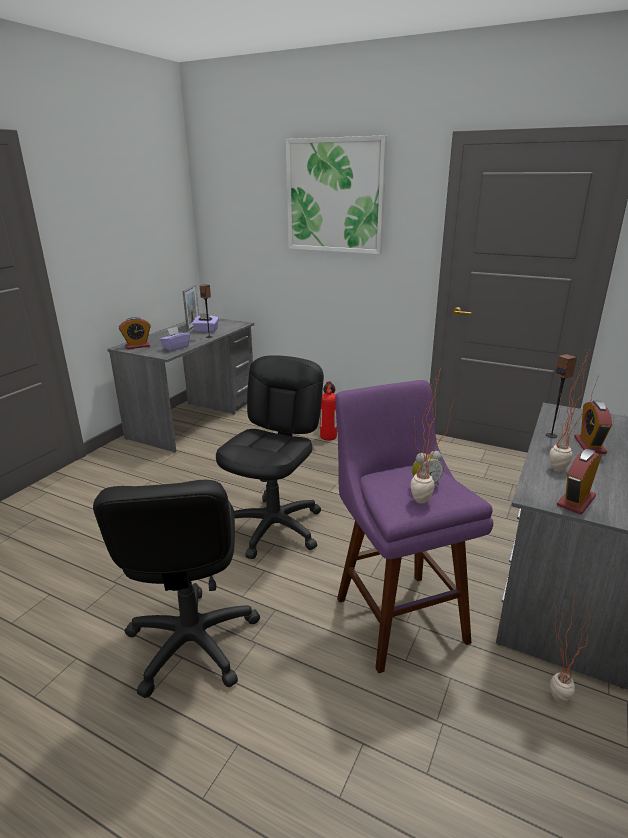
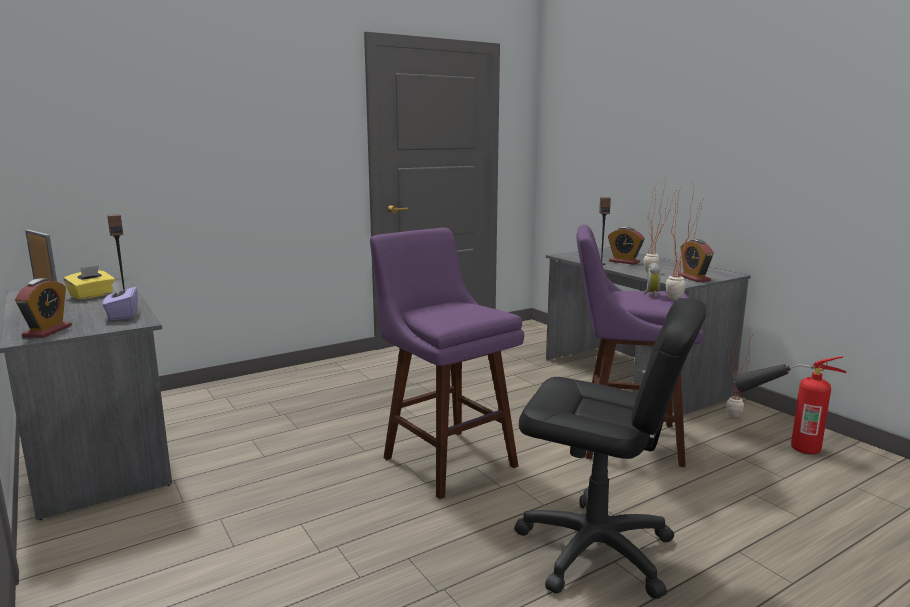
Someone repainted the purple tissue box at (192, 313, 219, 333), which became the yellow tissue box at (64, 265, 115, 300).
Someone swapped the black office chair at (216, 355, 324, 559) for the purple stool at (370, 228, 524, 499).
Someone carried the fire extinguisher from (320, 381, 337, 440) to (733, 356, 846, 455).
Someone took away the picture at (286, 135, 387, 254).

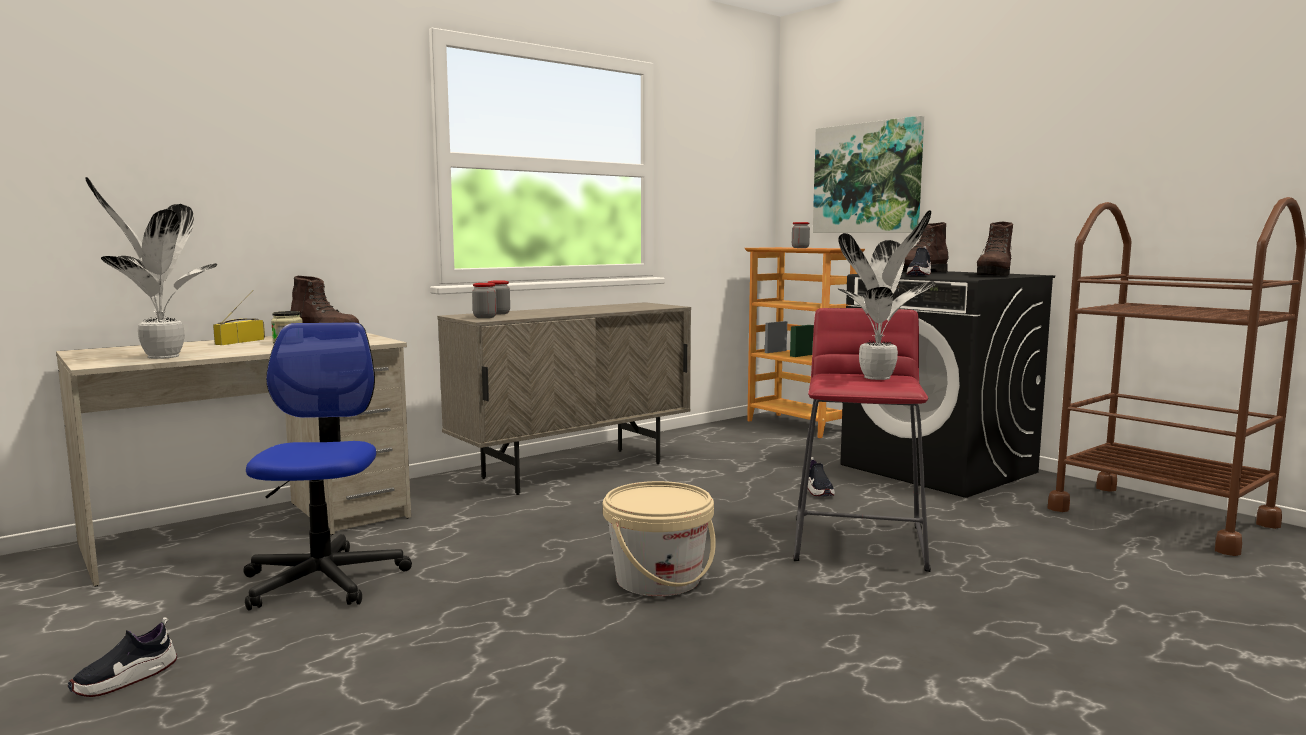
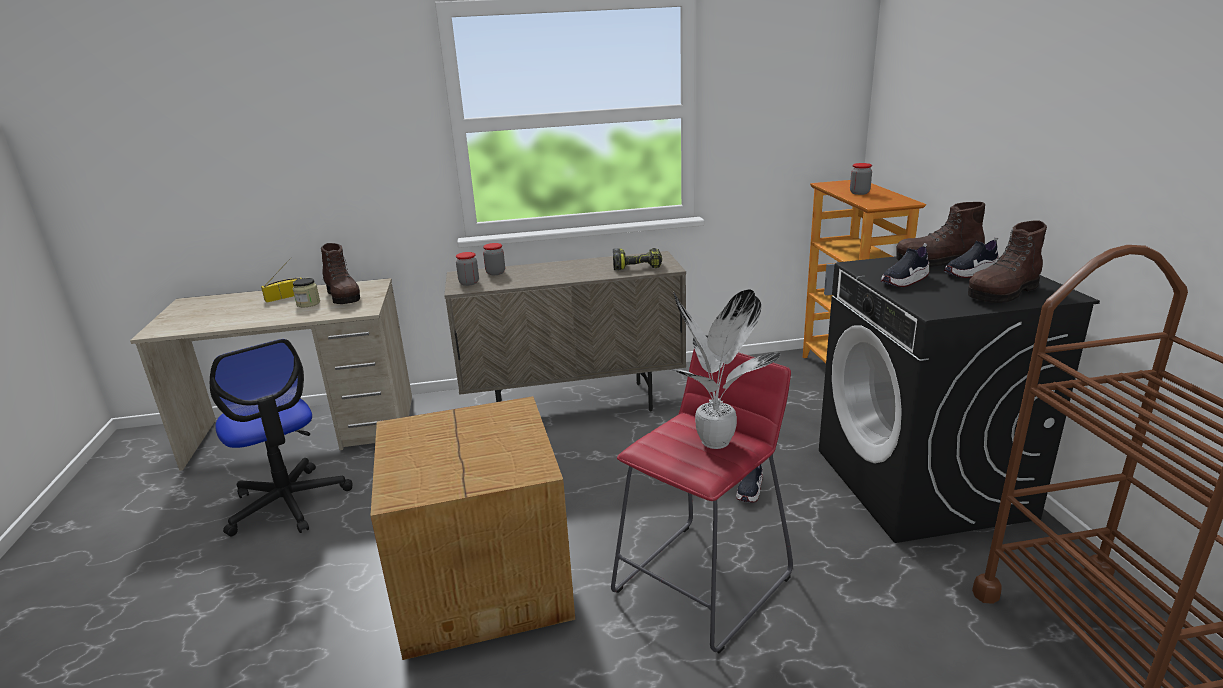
Someone rotated the office chair at (243, 323, 412, 611) by 120 degrees clockwise.
Someone swapped the beige bucket at (603, 481, 716, 596) for the cardboard box at (370, 396, 575, 660).
Someone put down the power drill at (613, 248, 662, 270).
Someone carried the shoe from (68, 617, 177, 697) to (944, 237, 999, 278).
Someone took away the potted plant at (85, 177, 218, 359).
Someone took away the picture at (813, 116, 924, 233).

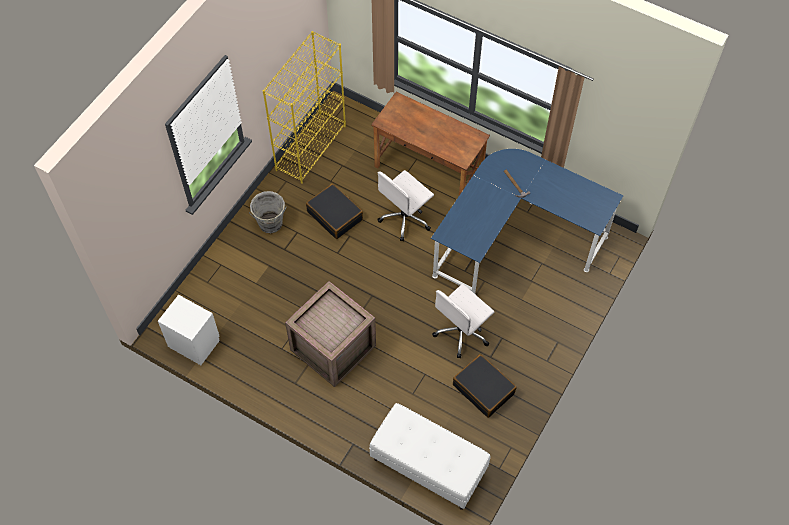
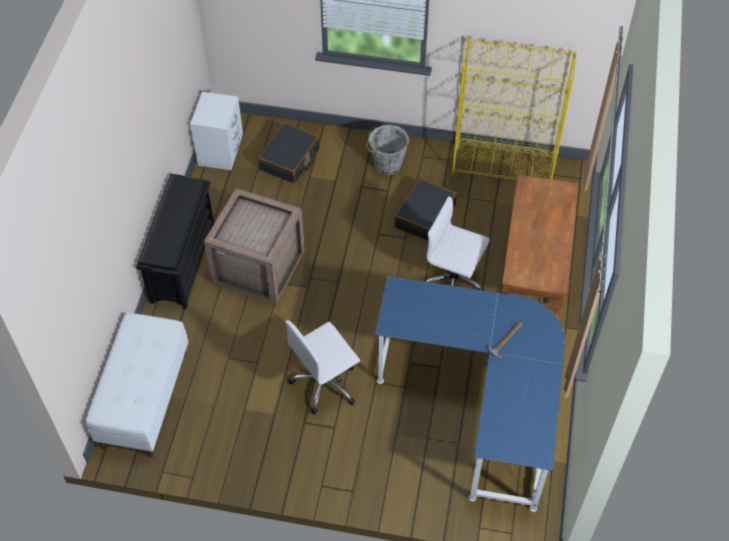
Someone put down the black shoe rack at (136, 174, 214, 309).
Someone carried the black suitcase from (453, 354, 517, 418) to (258, 123, 320, 183).
Someone rotated the white office chair at (432, 284, 494, 358) by 60 degrees counterclockwise.

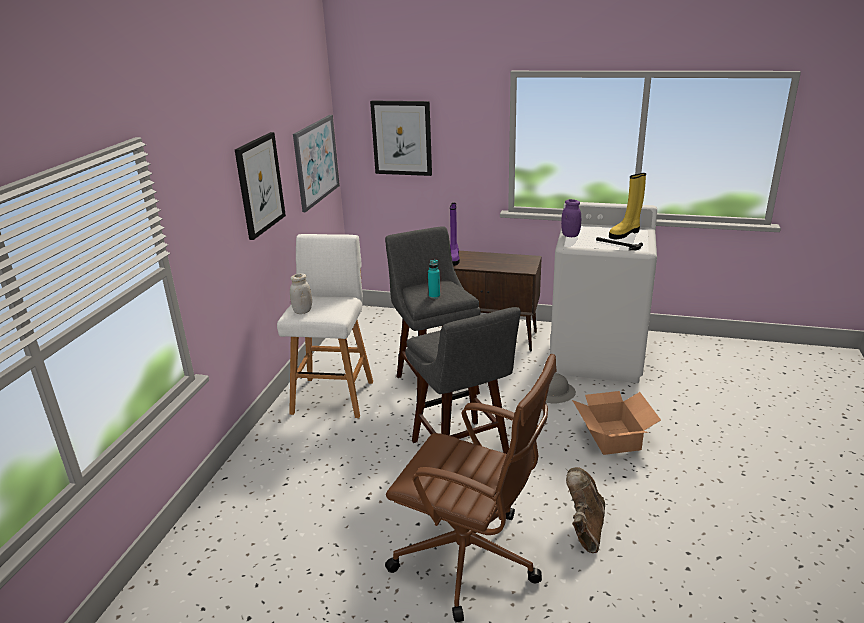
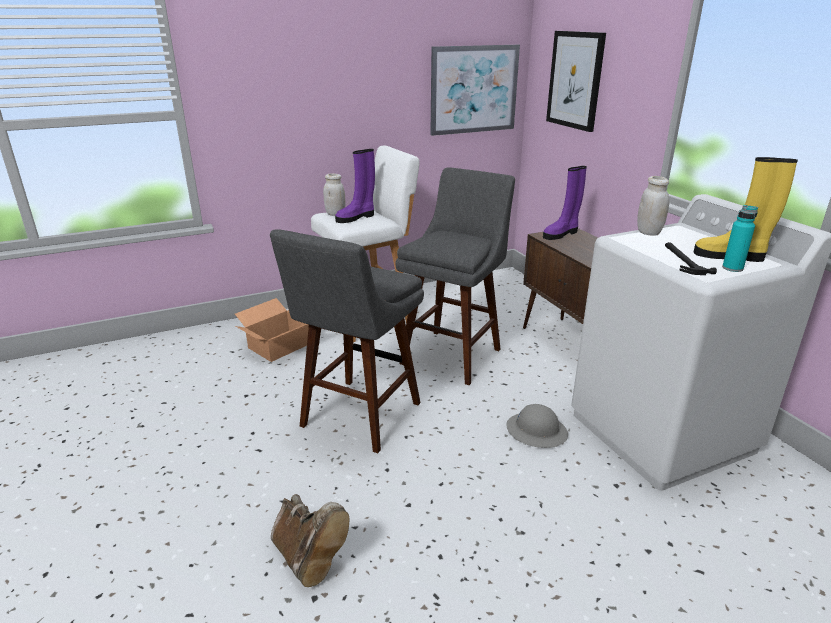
Someone carried the cardboard box from (572, 391, 661, 455) to (235, 298, 309, 362).
Someone rotated the brown boot at (566, 467, 605, 553) by 75 degrees clockwise.
Someone put down the purple boot at (335, 149, 375, 223).
Someone repainted the purple jar at (561, 199, 581, 237), which became the white jar at (637, 176, 669, 235).
Someone carried the turquoise bottle from (428, 260, 440, 299) to (722, 205, 758, 272).
Someone took away the picture at (235, 132, 286, 240).
Someone took away the brown office chair at (385, 354, 557, 623).

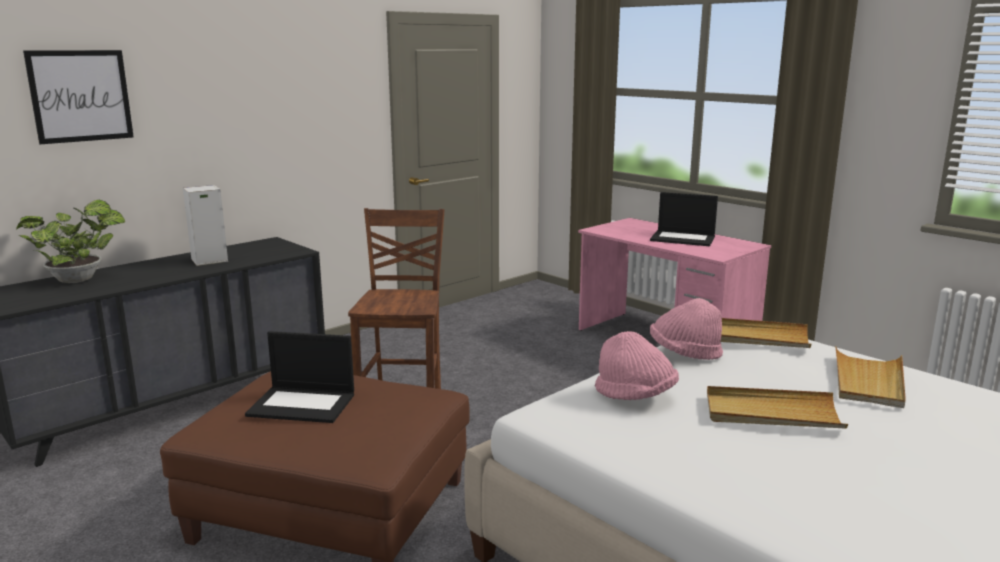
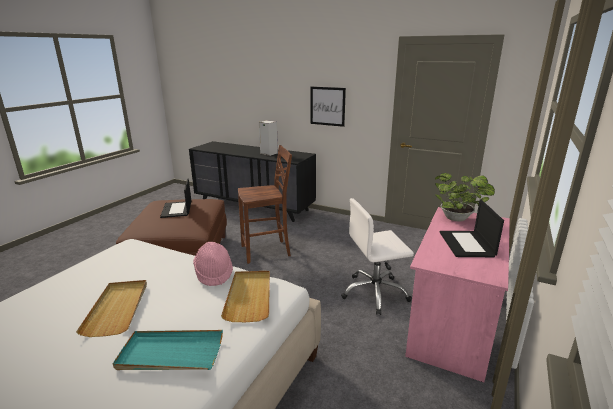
Someone repainted the beige tray at (835, 346, 906, 408), which became the turquoise tray at (113, 330, 223, 370).
Someone carried the picture from (23, 50, 134, 144) to (311, 87, 346, 127).
Someone put down the white office chair at (341, 198, 414, 315).
Someone carried the potted plant from (16, 200, 125, 283) to (435, 173, 495, 221).
Someone took away the pink hat at (595, 331, 679, 400).

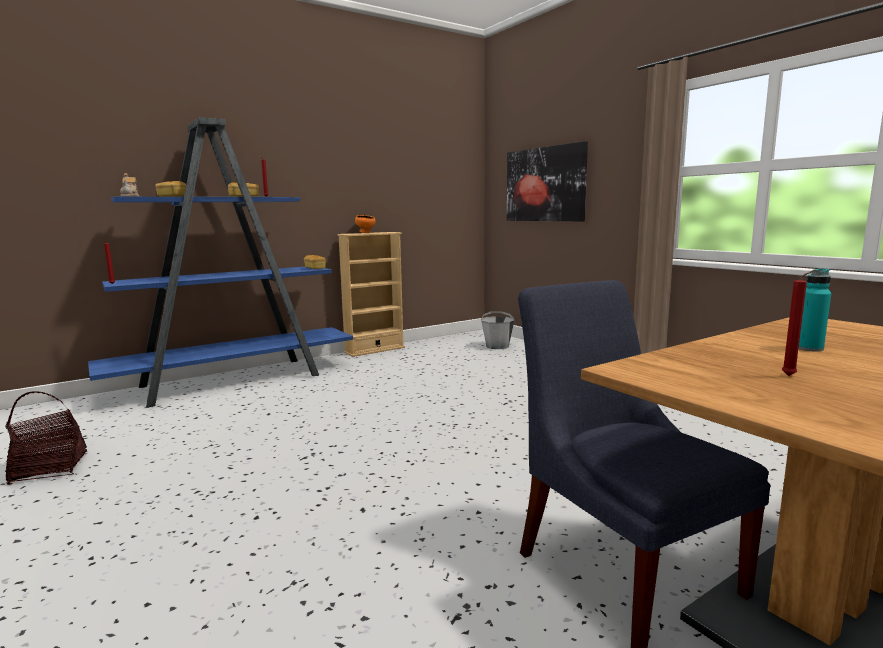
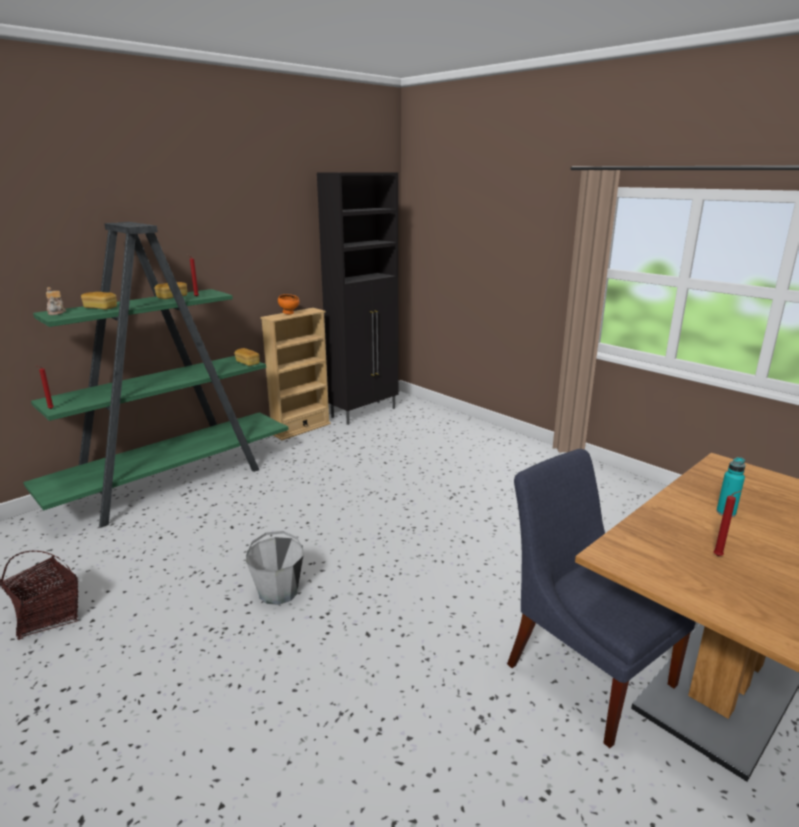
Someone repainted the blue bookcase at (88, 117, 353, 408), which became the green bookcase at (23, 222, 289, 528).
Someone carried the grey bucket from (481, 311, 515, 349) to (246, 531, 304, 605).
Someone put down the black cabinet at (317, 172, 398, 425).
Someone took away the picture at (507, 141, 588, 221).

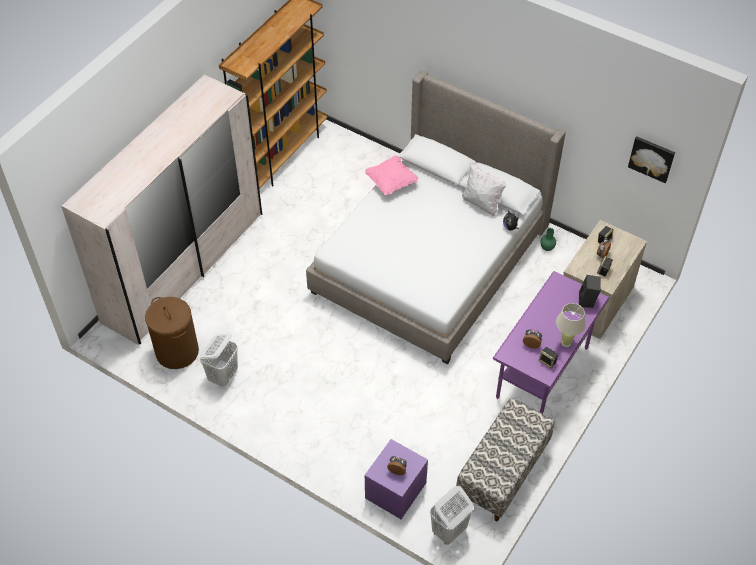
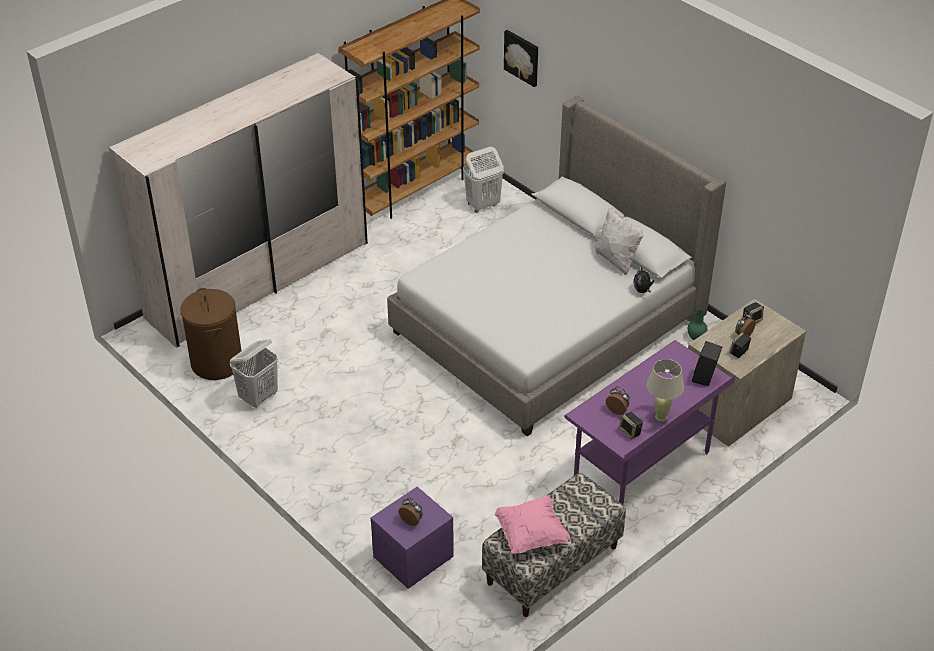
Someone carried the white laundry basket from (430, 486, 473, 545) to (463, 147, 504, 213).
Someone carried the pink pillow from (365, 155, 419, 195) to (494, 496, 570, 554).
Someone carried the picture from (628, 136, 675, 183) to (504, 30, 538, 87).

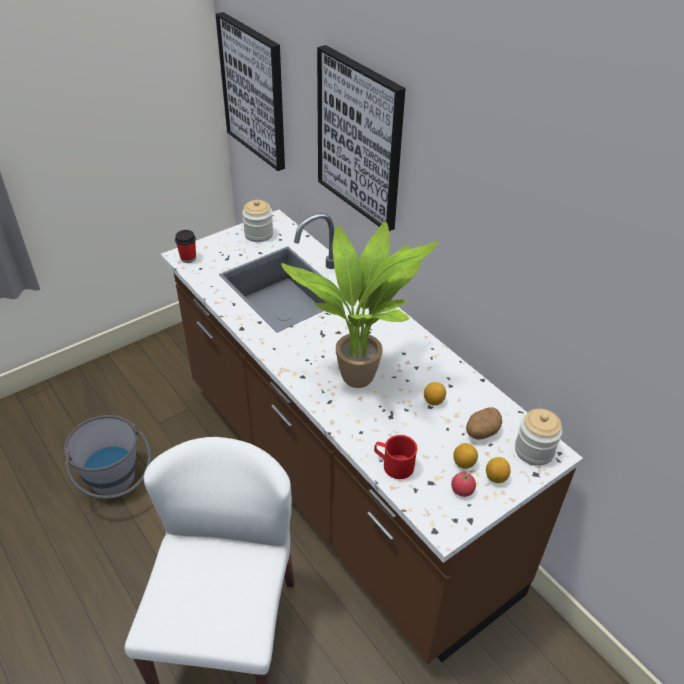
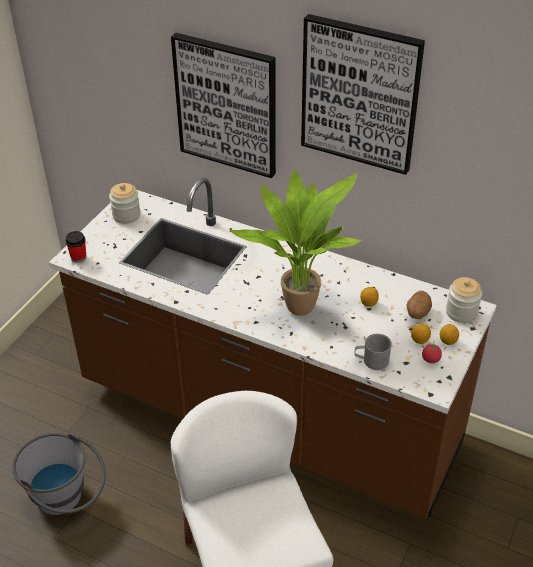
Someone carried the picture from (216, 12, 285, 171) to (301, 14, 425, 175).
Someone repainted the red mug at (374, 435, 417, 479), which became the grey mug at (355, 334, 392, 370).

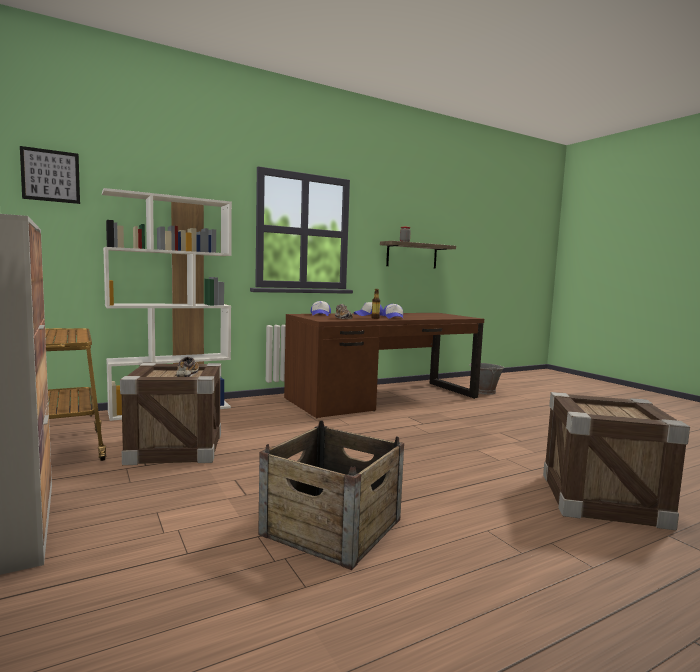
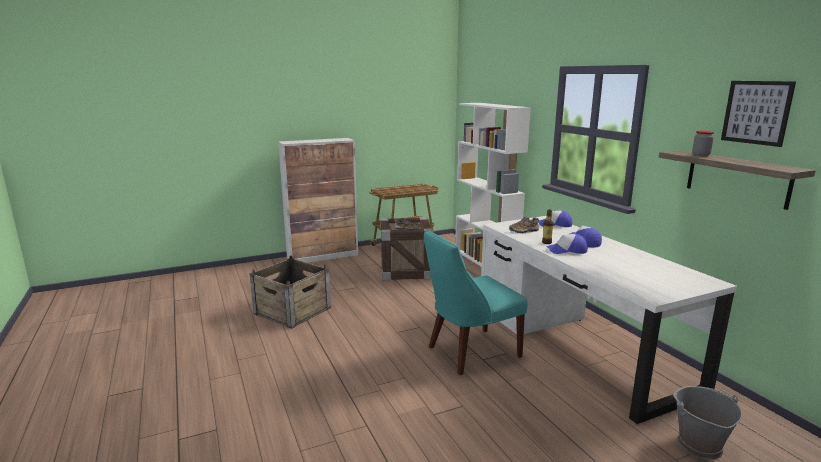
Someone put down the turquoise chair at (424, 231, 527, 375).
Someone repainted the brown desk at (284, 313, 484, 418), which became the white desk at (481, 216, 737, 424).
Someone carried the picture from (20, 146, 80, 204) to (721, 81, 796, 147).
Someone took away the crate at (543, 392, 690, 530).

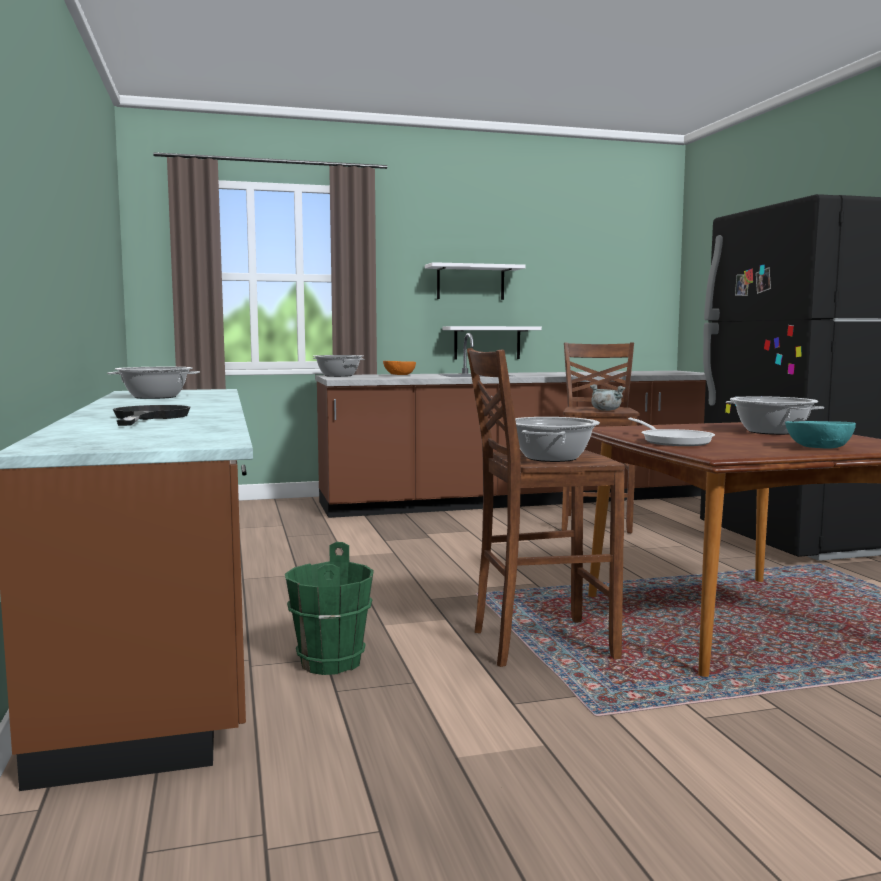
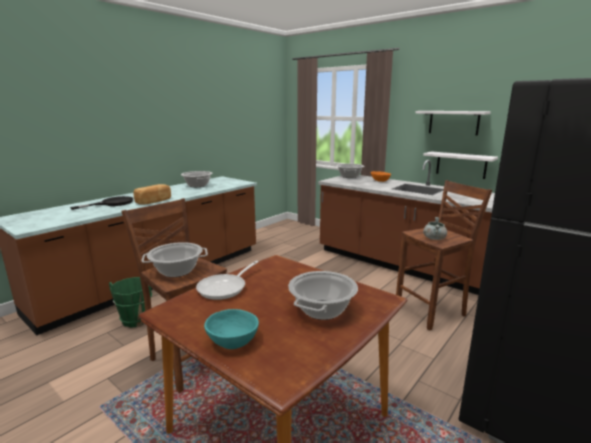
Someone put down the bread at (133, 184, 171, 205).

